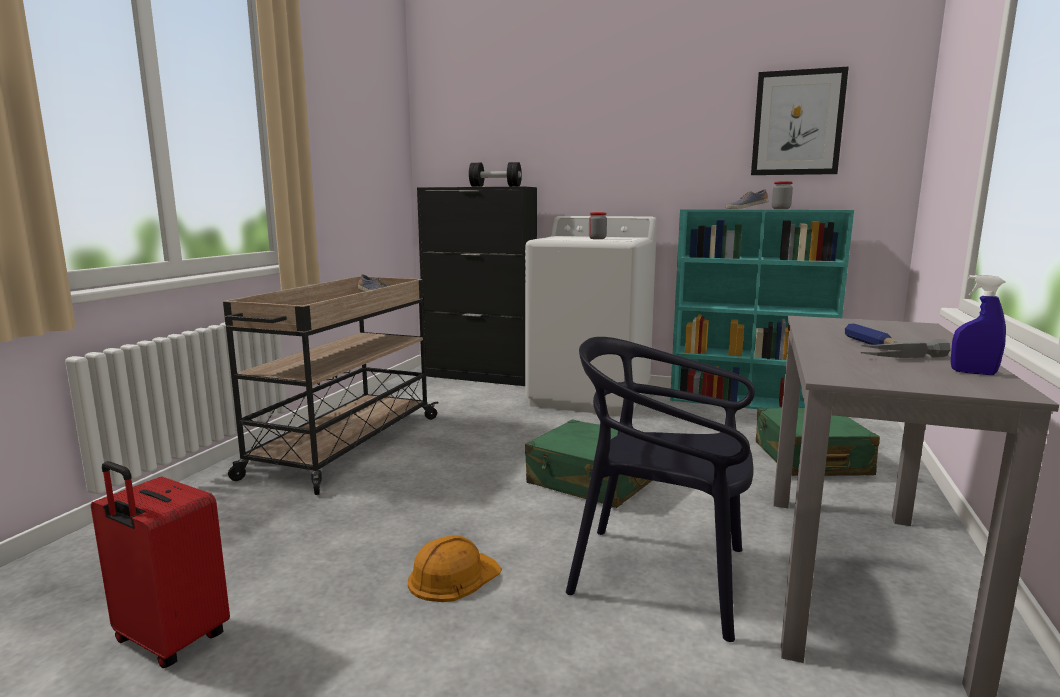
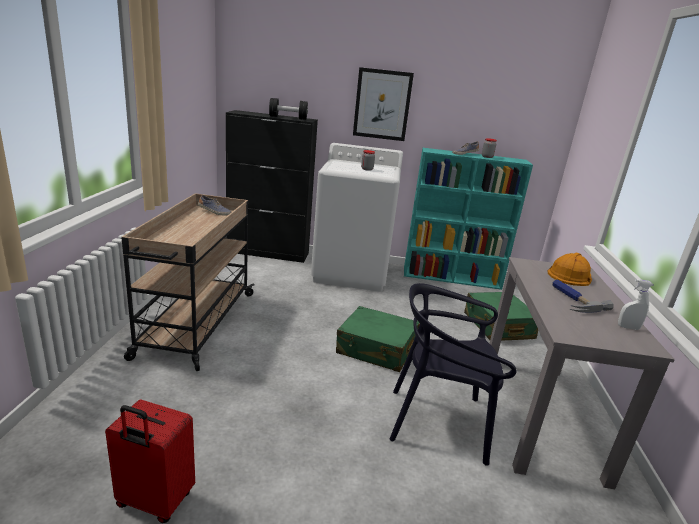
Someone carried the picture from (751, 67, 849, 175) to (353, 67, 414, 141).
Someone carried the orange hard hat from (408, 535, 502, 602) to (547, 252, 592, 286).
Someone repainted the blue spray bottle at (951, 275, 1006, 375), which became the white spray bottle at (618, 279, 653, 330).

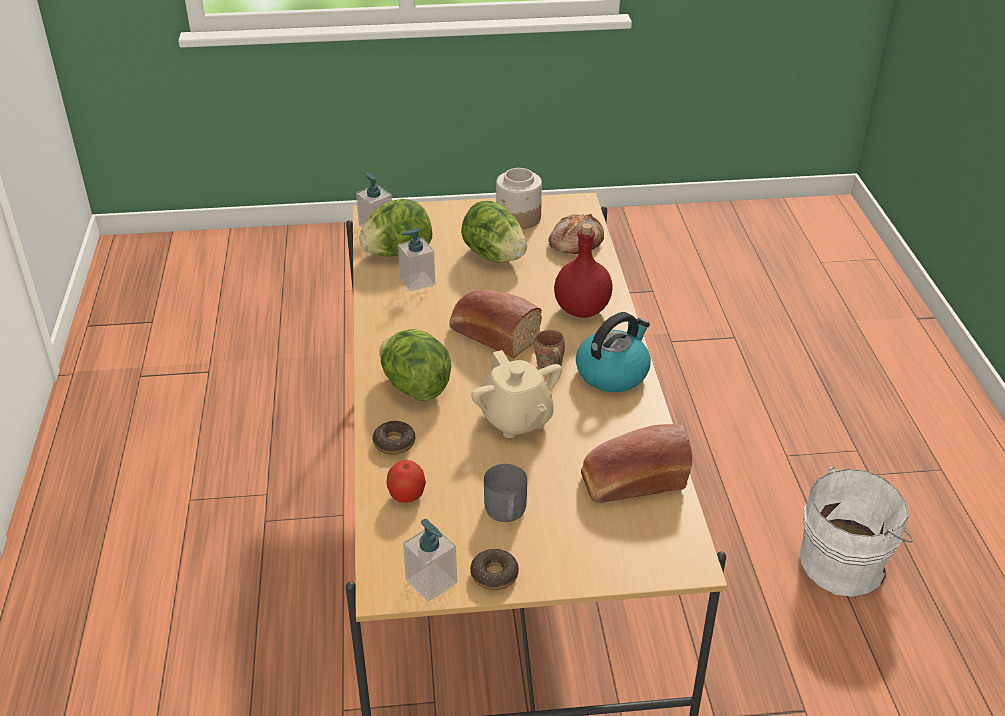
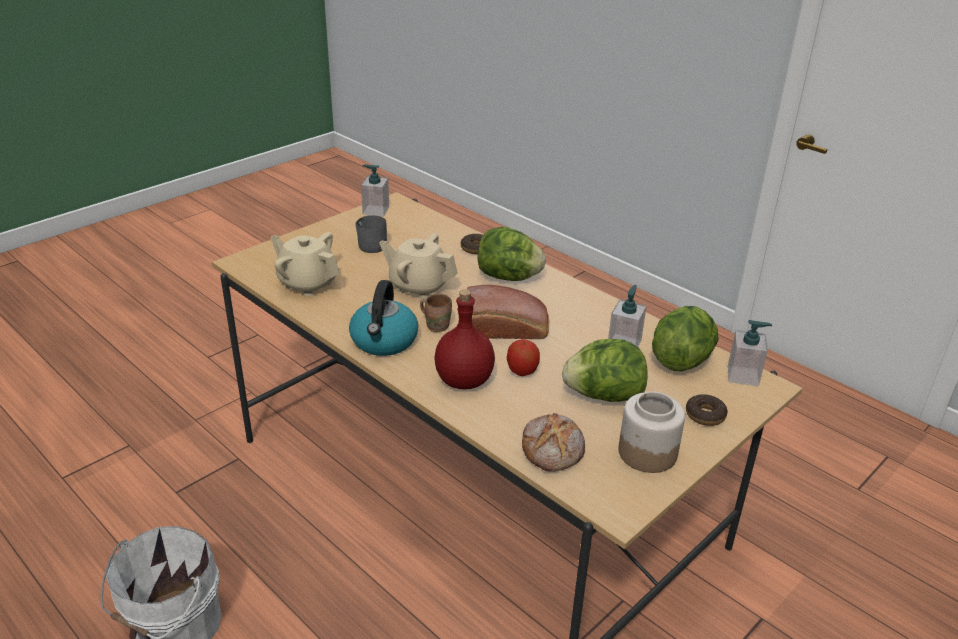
Someone swapped the bread at (581, 424, 692, 503) for the beige teapot at (270, 232, 340, 296).
Someone carried the apple from (387, 460, 426, 503) to (507, 339, 540, 376).
Someone carried the donut from (470, 549, 519, 590) to (686, 394, 728, 426).

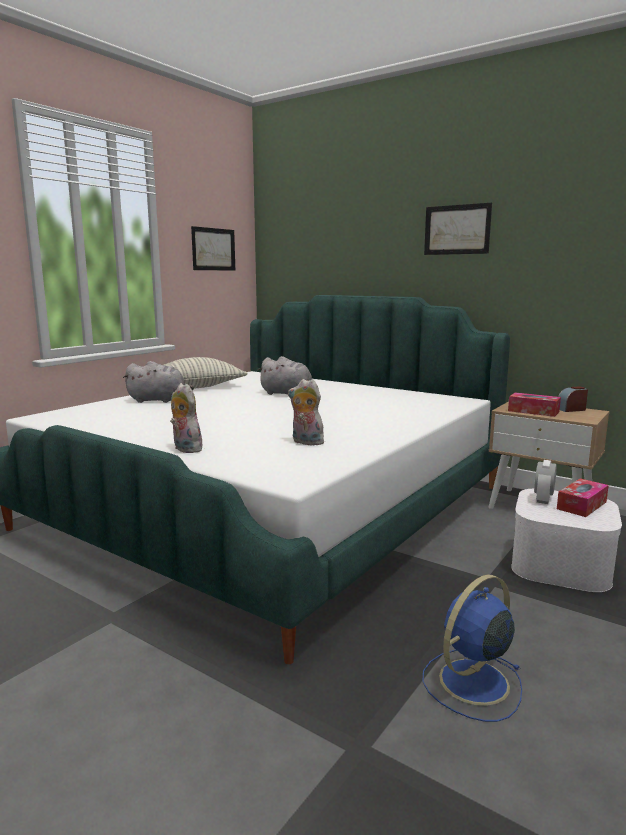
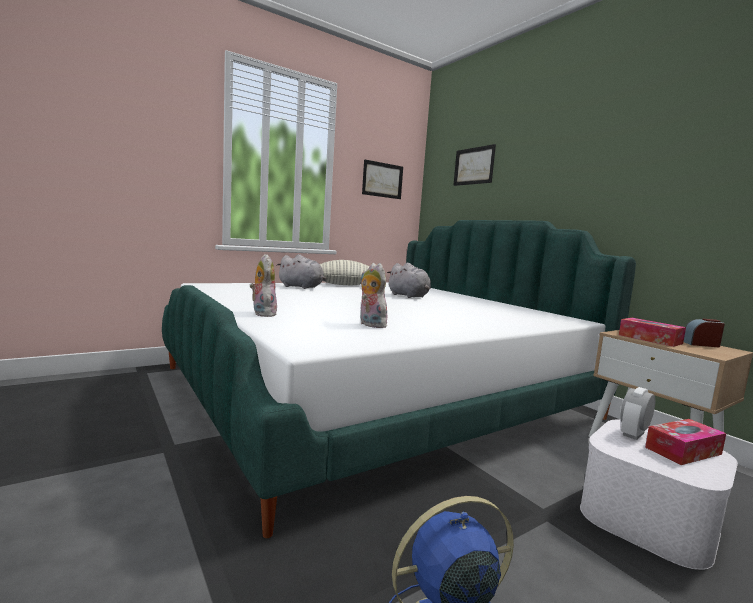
Someone carried the picture from (424, 202, 492, 255) to (453, 144, 496, 186).

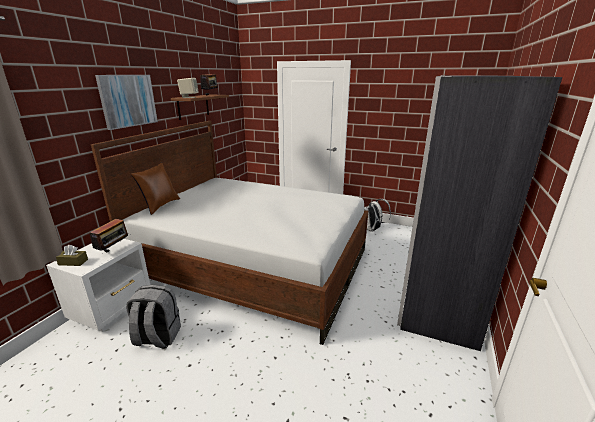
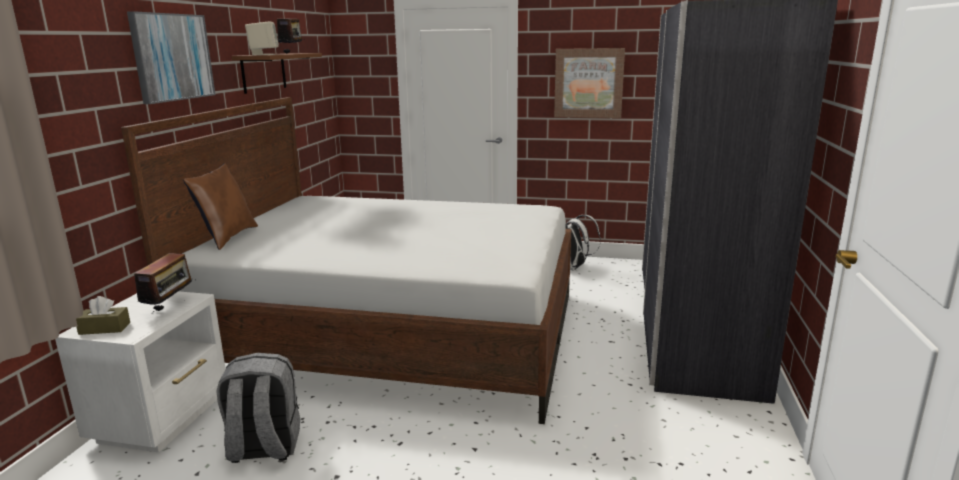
Someone put up the picture at (554, 48, 625, 118).

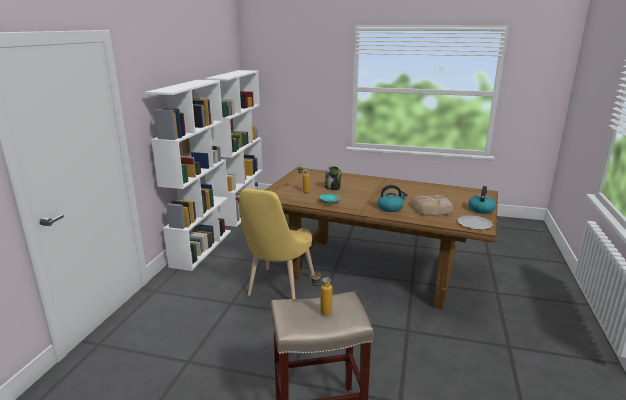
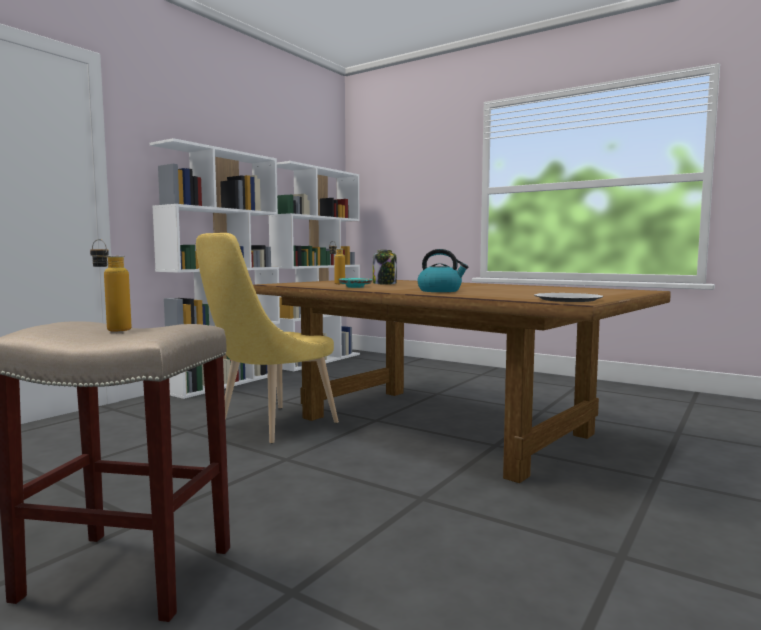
Someone took away the bread at (411, 195, 454, 216).
Someone took away the kettle at (469, 186, 496, 214).

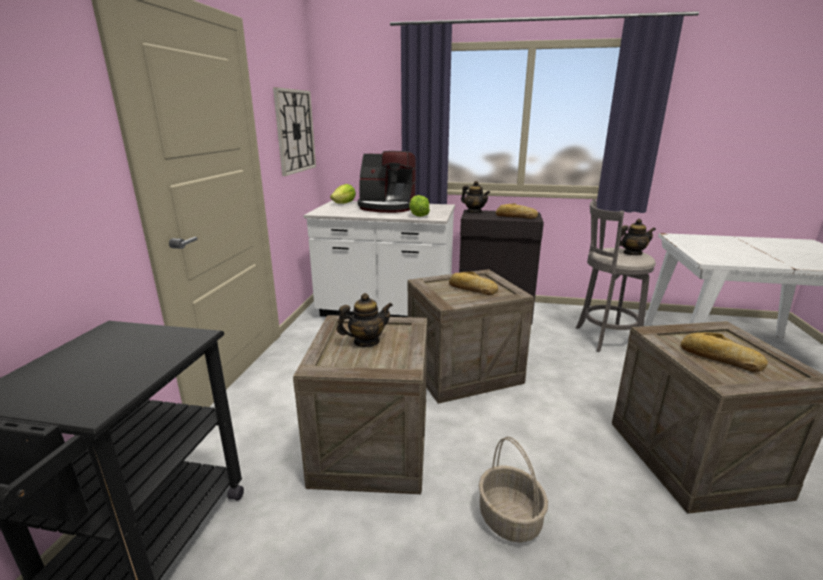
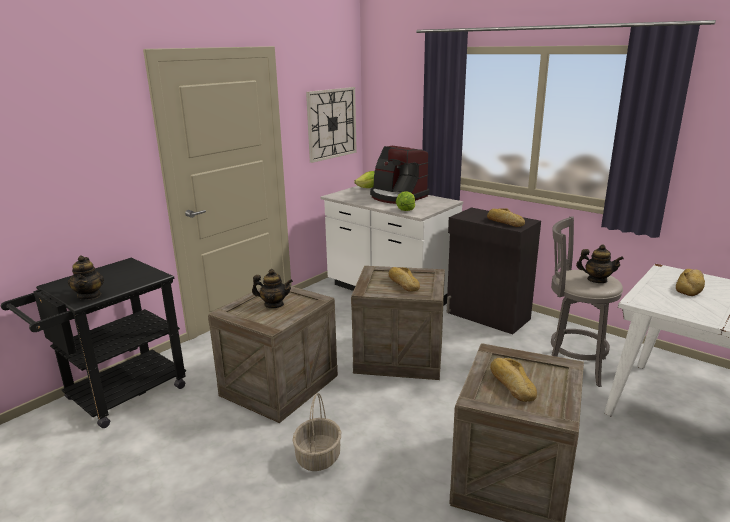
Someone carried the teapot from (461, 181, 490, 213) to (68, 255, 104, 300).
Someone put down the bread at (676, 269, 705, 296).

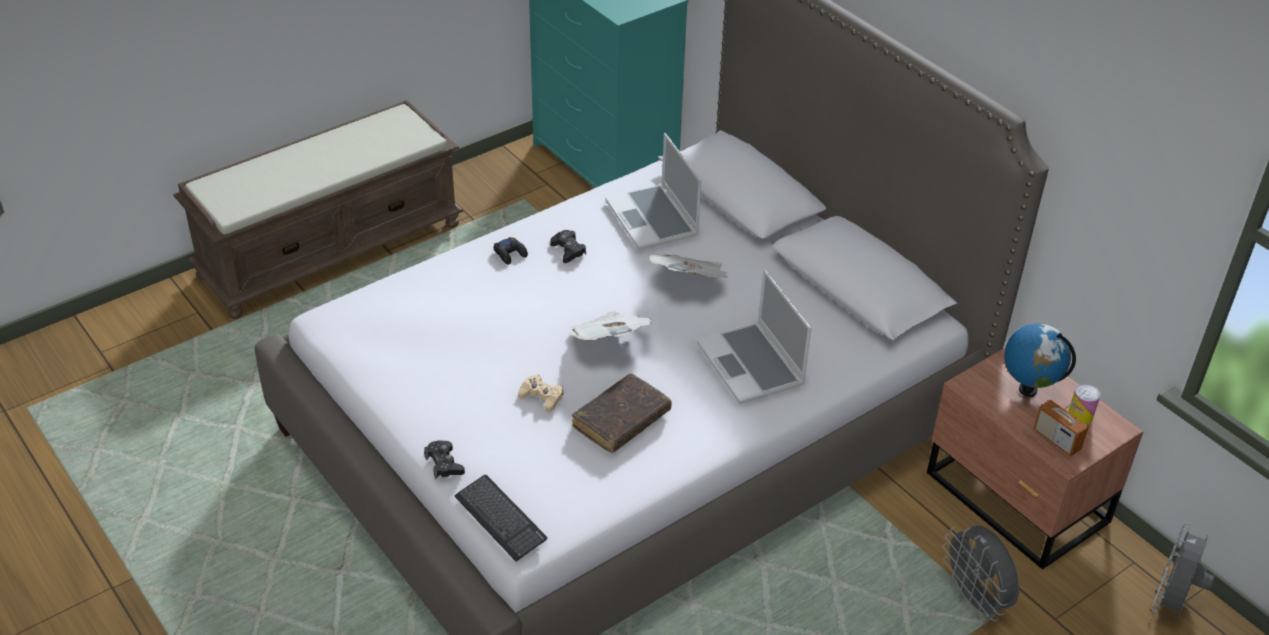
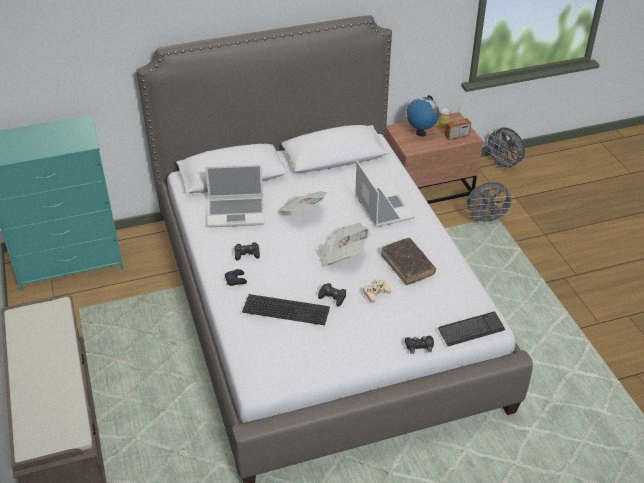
Someone put down the keyboard at (242, 294, 330, 325).
Someone put down the black game controller at (318, 283, 346, 307).
Someone rotated the laptop at (697, 269, 812, 404) by 105 degrees counterclockwise.

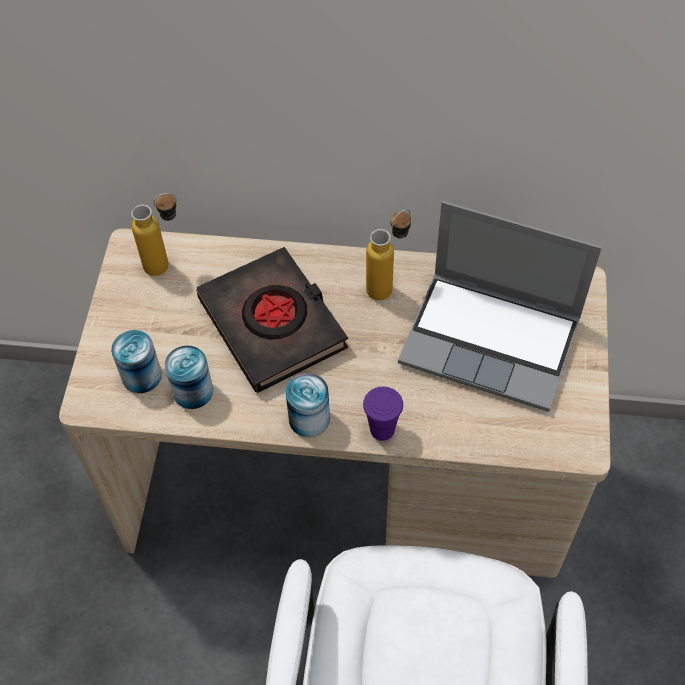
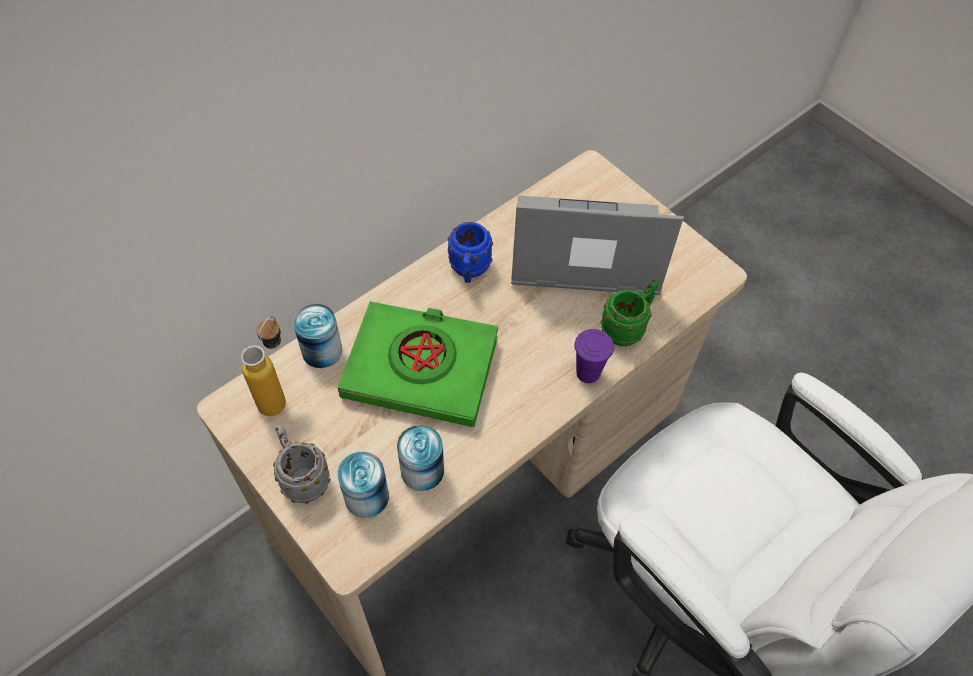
Someone put down the grey mug at (273, 424, 330, 504).
Someone carried the can from (285, 373, 330, 437) to (293, 304, 342, 368).
Someone repainted the black book at (196, 247, 348, 393), which became the green book at (338, 301, 498, 427).
Someone swapped the bottle at (366, 209, 411, 300) for the blue mug at (448, 222, 493, 283).
Someone rotated the laptop at (398, 201, 602, 412) by 150 degrees counterclockwise.
Someone put down the green mug at (601, 280, 659, 346).

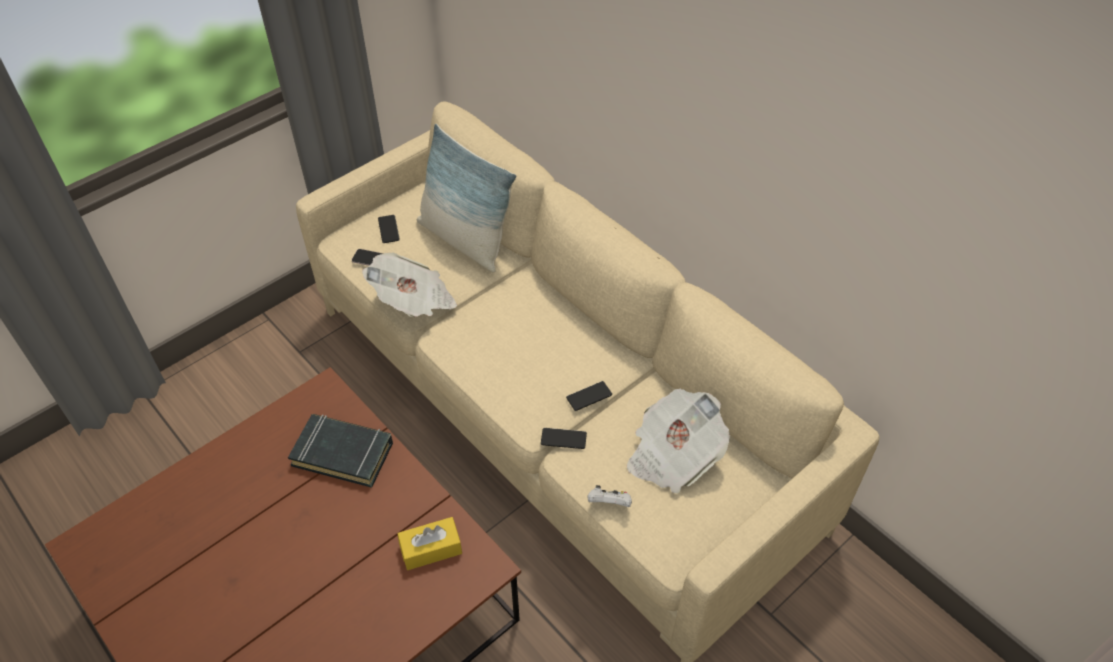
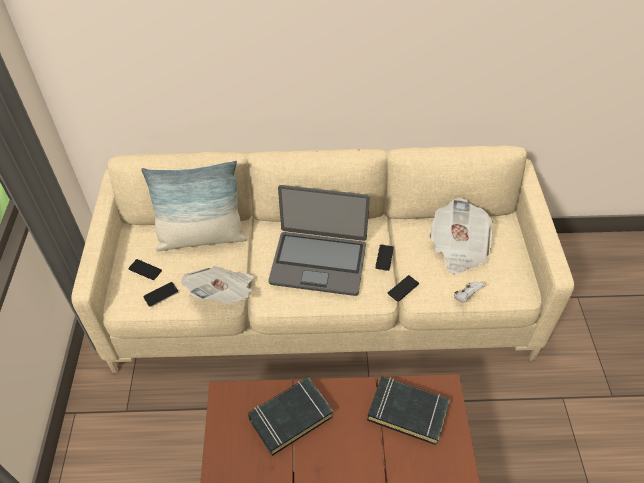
Someone put down the laptop at (268, 185, 370, 296).
Someone swapped the yellow tissue box at (397, 517, 462, 570) for the black book at (367, 376, 450, 445).

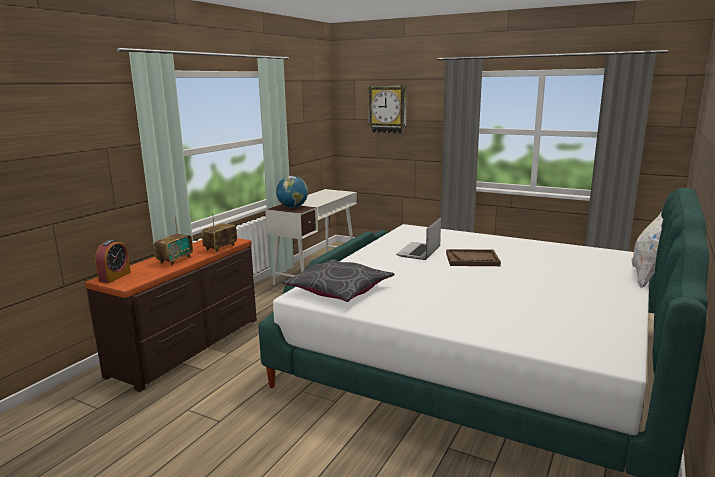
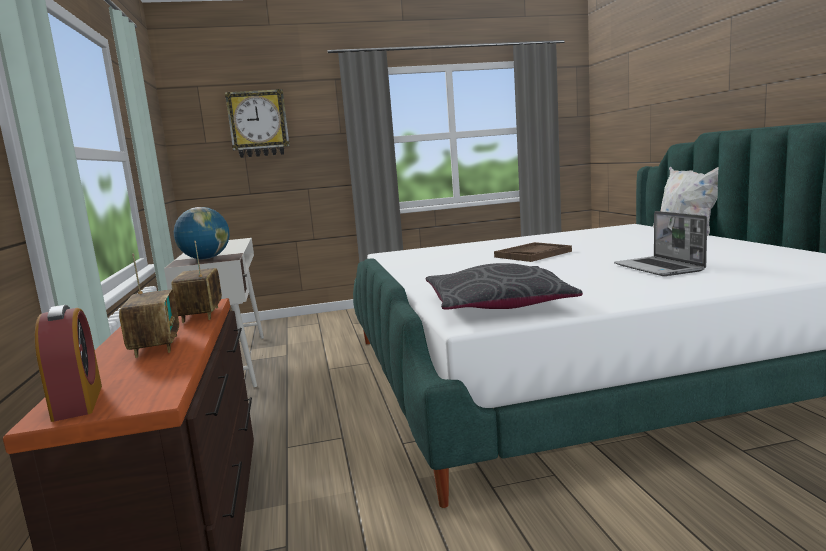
Someone carried the laptop from (396, 217, 441, 260) to (614, 211, 707, 276).

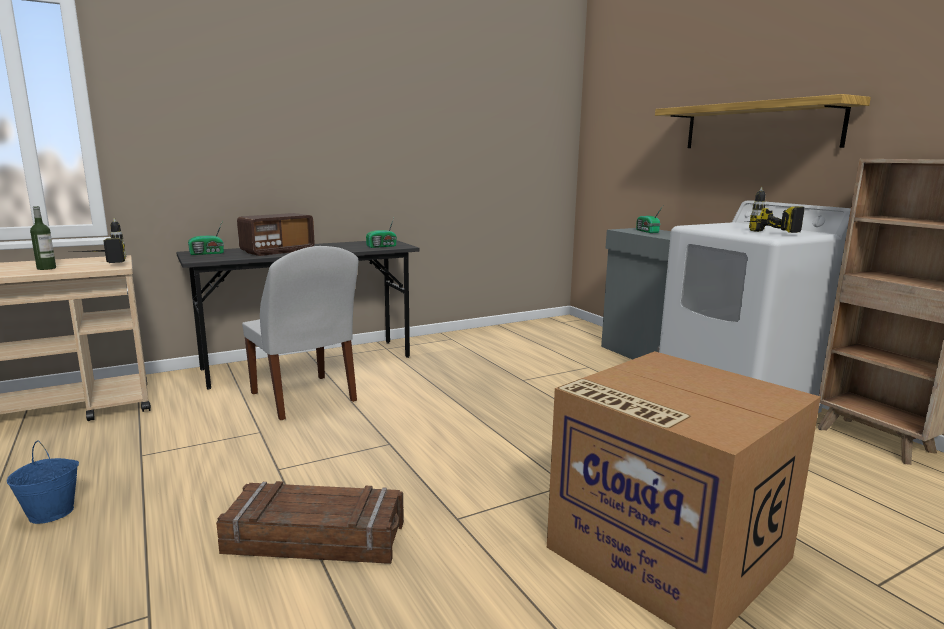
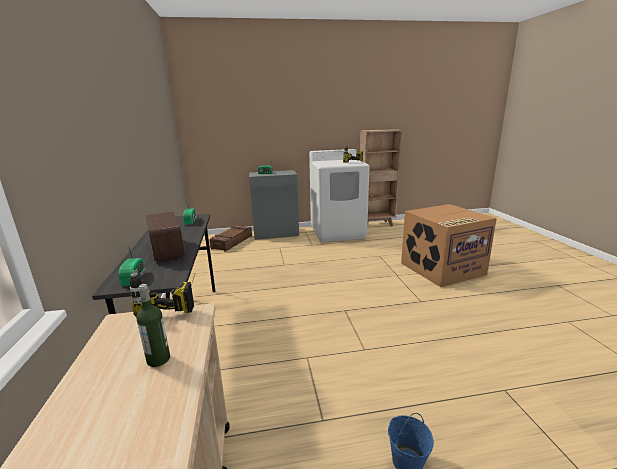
Someone carried the crate from (216, 481, 404, 564) to (209, 225, 252, 252).
Someone took away the white chair at (242, 246, 358, 420).
Someone took away the shelf at (655, 94, 871, 148).

